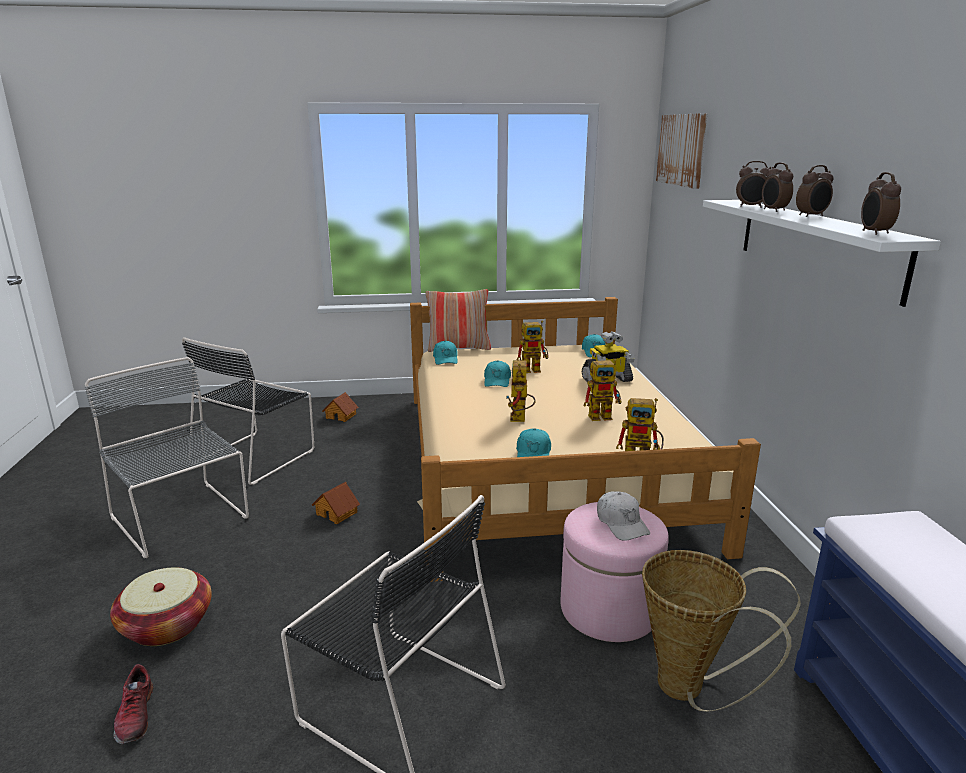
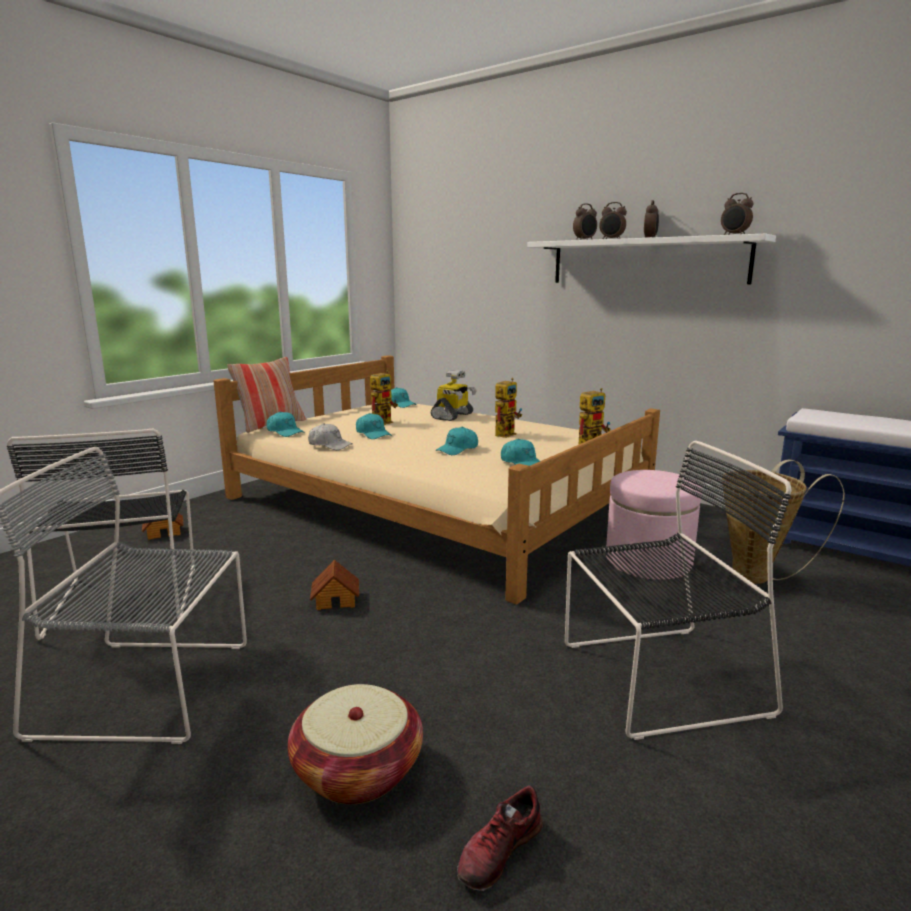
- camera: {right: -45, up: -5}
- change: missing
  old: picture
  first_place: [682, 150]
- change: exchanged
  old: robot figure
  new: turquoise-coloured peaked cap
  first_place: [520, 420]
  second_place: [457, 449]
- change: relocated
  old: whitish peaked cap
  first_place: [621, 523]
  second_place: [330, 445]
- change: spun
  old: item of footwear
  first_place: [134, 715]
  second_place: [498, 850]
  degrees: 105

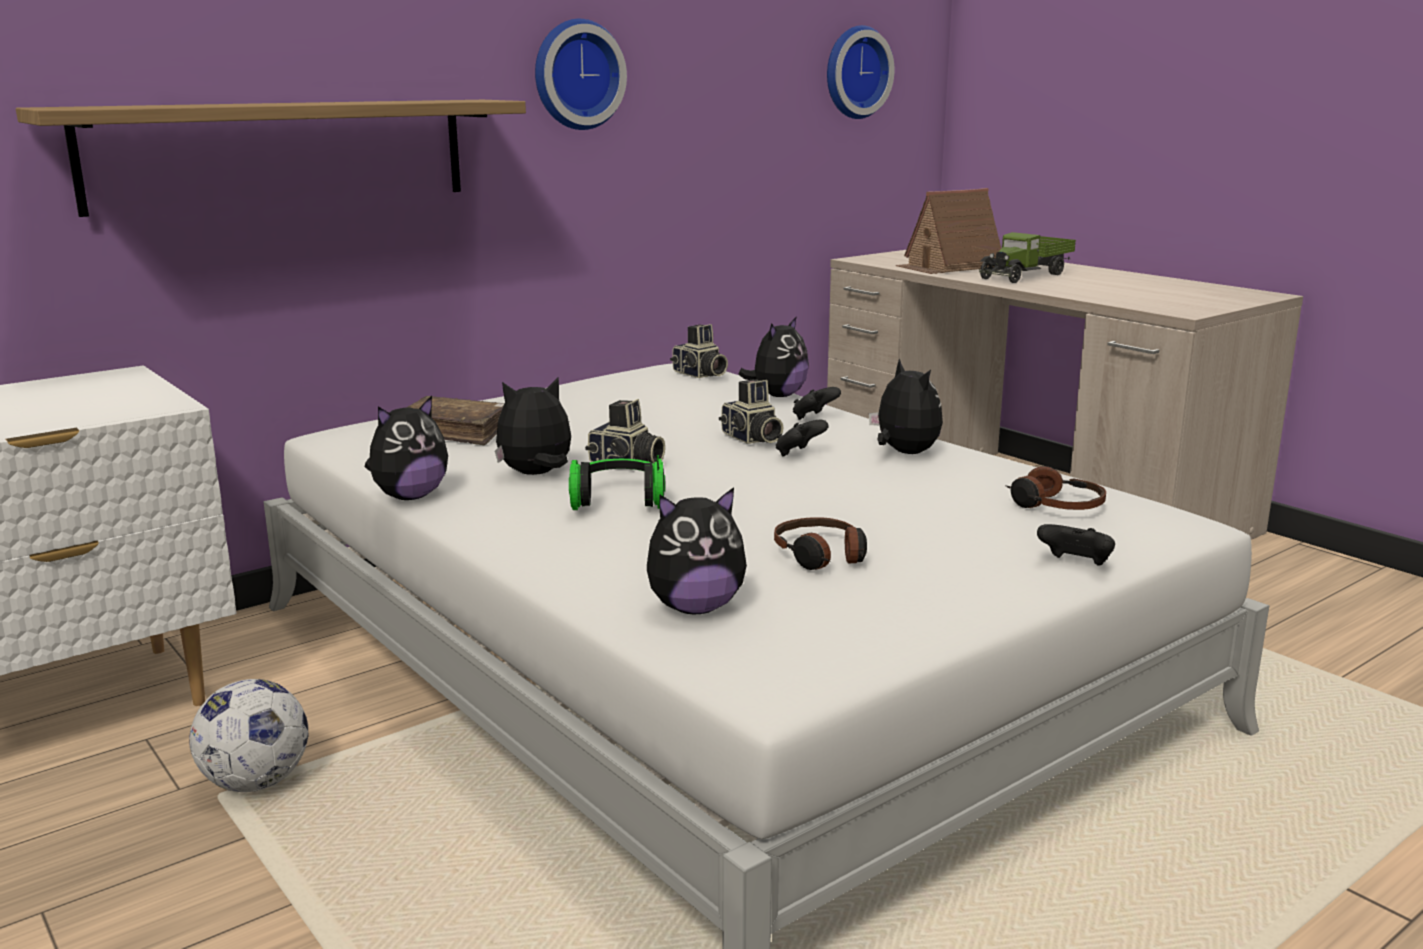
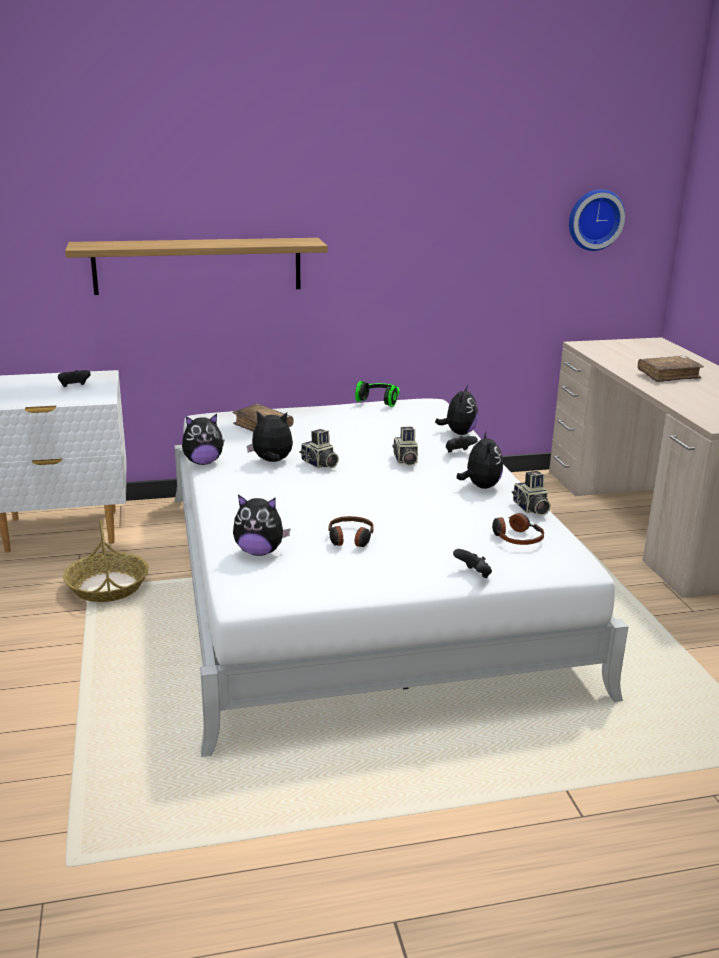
- camera: {right: 25, up: 5}
- change: missing
  old: wall clock
  first_place: [576, 75]
- change: missing
  old: toy house
  first_place: [948, 266]
- change: exchanged
  old: toy truck
  new: brown volume
  first_place: [1026, 275]
  second_place: [668, 375]
- change: spun
  old: soft toy
  first_place: [777, 395]
  second_place: [458, 433]
  degrees: -45
- change: relocated
  old: photo camera
  first_place: [699, 374]
  second_place: [530, 509]
- change: relocated
  old: black game controller
  first_place: [799, 454]
  second_place: [74, 387]
- change: relocated
  old: headset
  first_place: [618, 500]
  second_place: [379, 401]
- change: exchanged
  old: football ball
  new: household basket
  first_place: [255, 783]
  second_place: [107, 586]

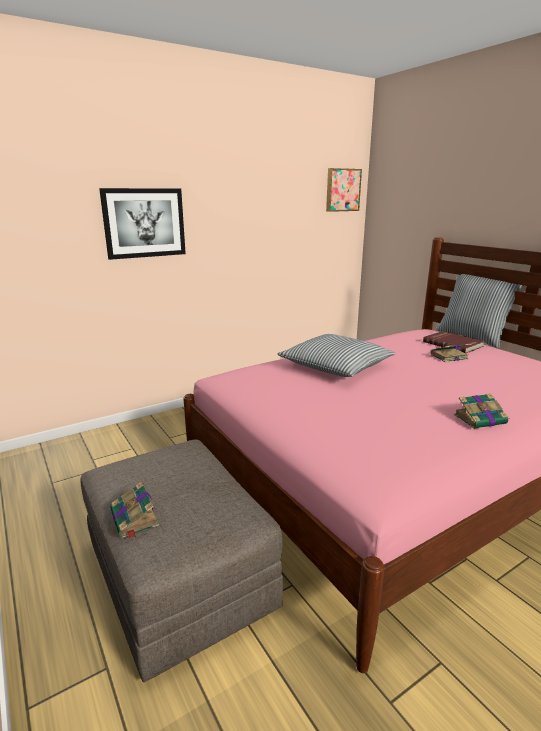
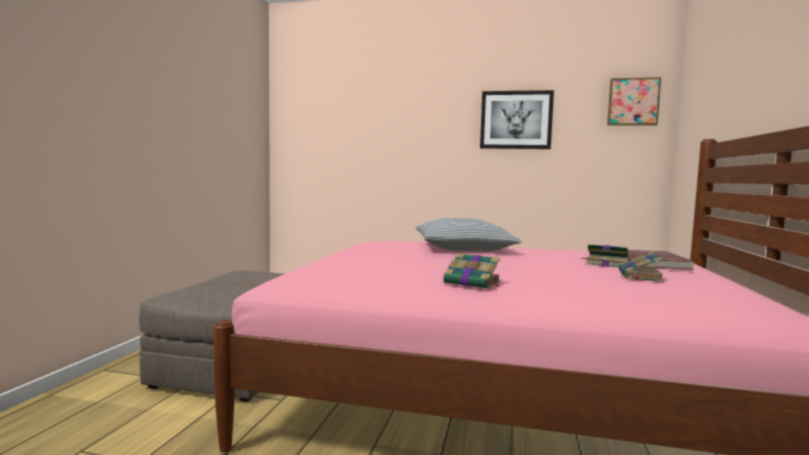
- camera: {right: 45, up: -15}
- change: relocated
  old: picture
  first_place: [144, 223]
  second_place: [516, 120]
- change: missing
  old: cushion
  first_place: [472, 337]
- change: relocated
  old: volume
  first_place: [135, 519]
  second_place: [640, 277]

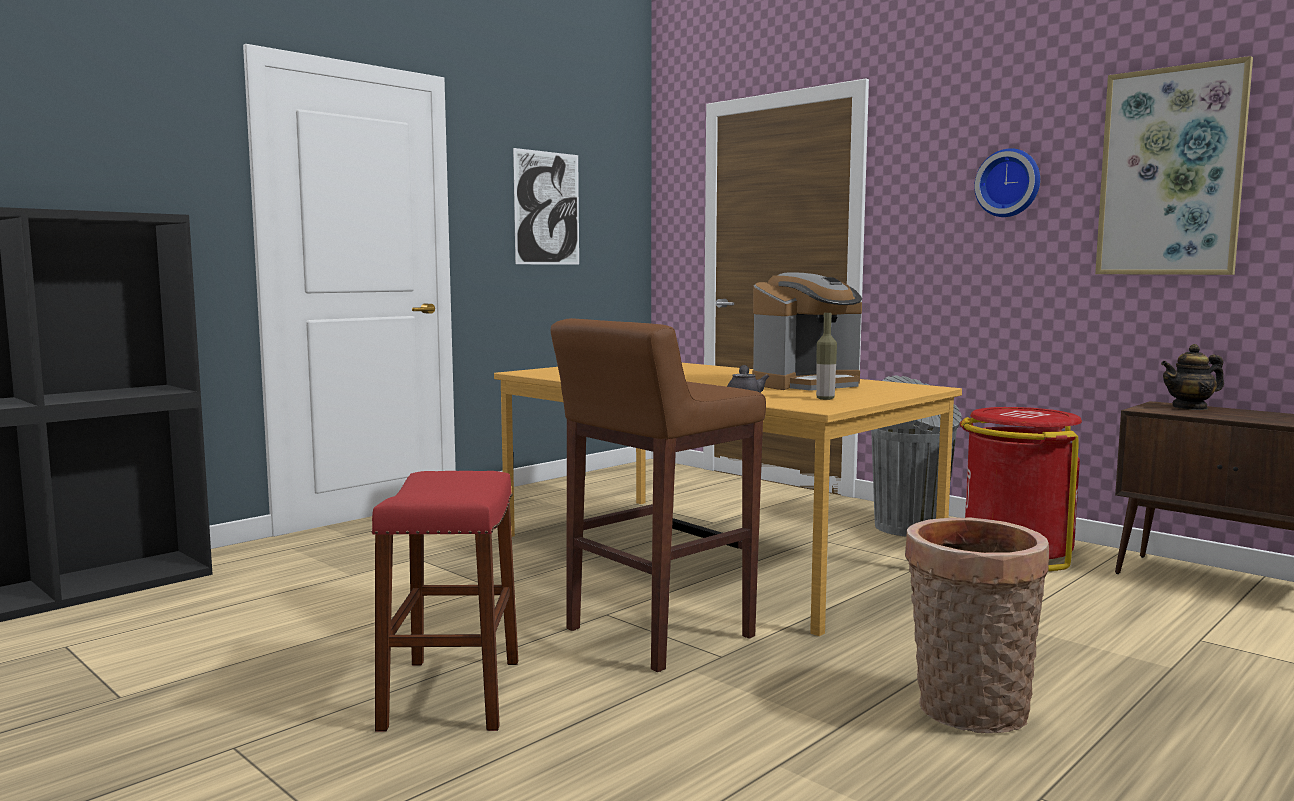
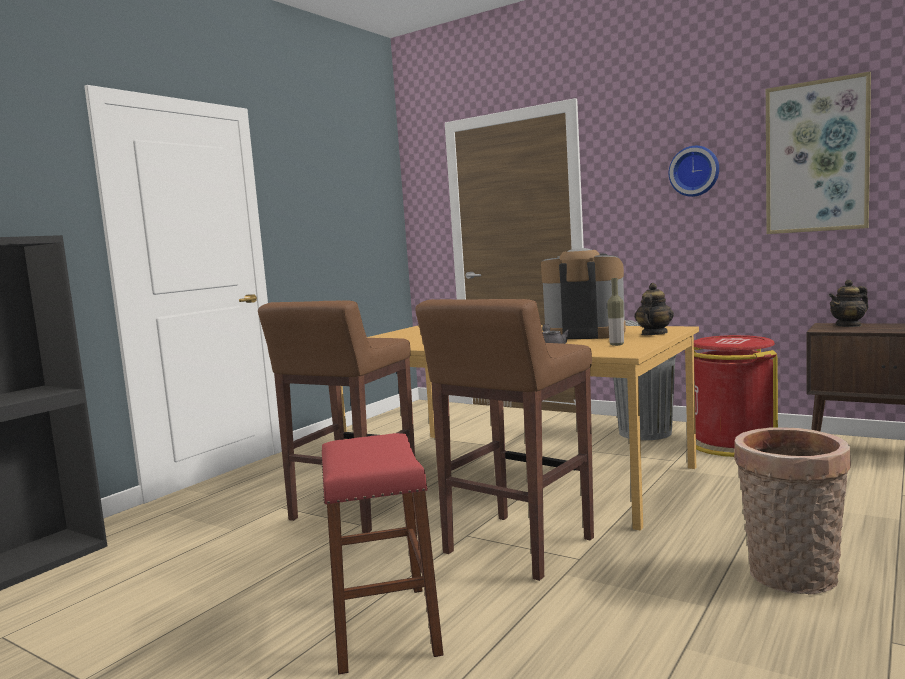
- camera: {right: -10, up: 0}
- change: missing
  old: picture
  first_place: [547, 208]
- change: spun
  old: coffee brewer
  first_place: [807, 384]
  second_place: [584, 334]
  degrees: -120
- change: appeared
  new: tea pot
  second_place: [653, 334]
- change: appeared
  new: brown stool seat
  second_place: [352, 511]

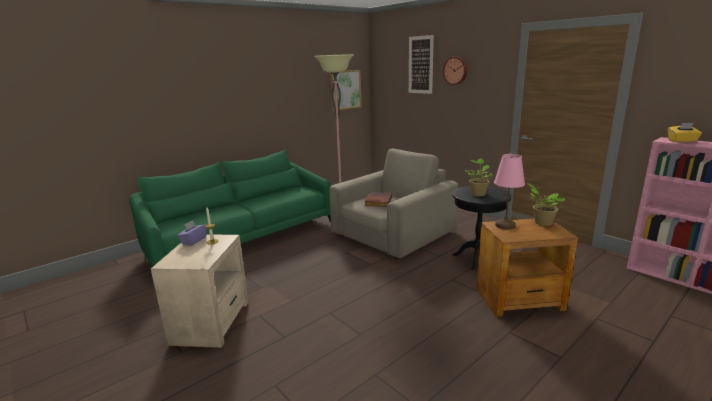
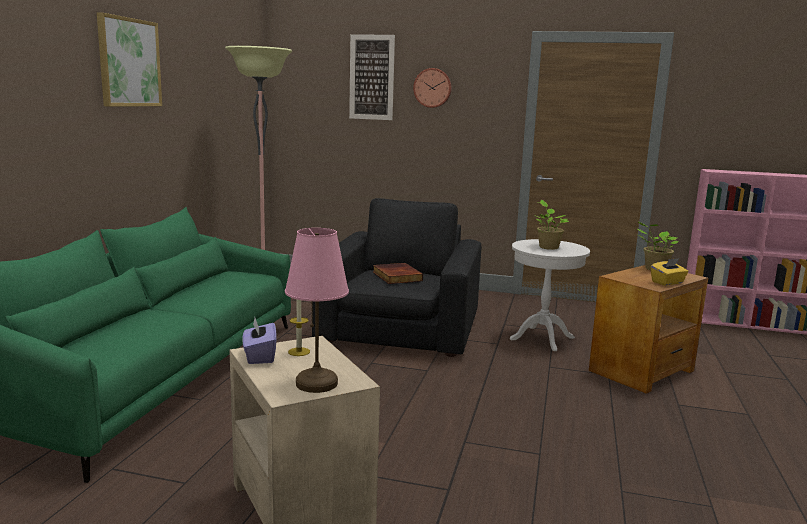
- camera: {right: -35, up: -5}
- change: relocated
  old: picture
  first_place: [345, 90]
  second_place: [129, 62]
- change: relocated
  old: yellow tissue holder
  first_place: [682, 141]
  second_place: [667, 282]
- change: colour
  old: beige-coloured armchair
  new: black armchair
  first_place: [393, 233]
  second_place: [401, 328]
- change: relocated
  old: pink-coloured tabletop lamp
  first_place: [505, 225]
  second_place: [317, 383]
- change: colour
  old: black side table
  new: whitish side table
  first_place: [477, 258]
  second_place: [542, 338]

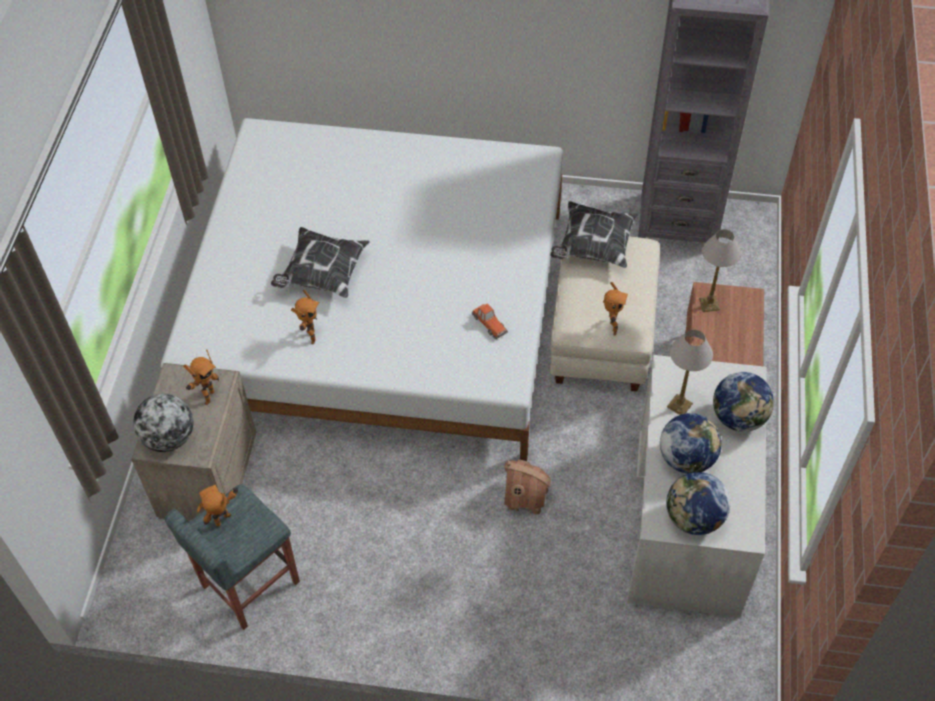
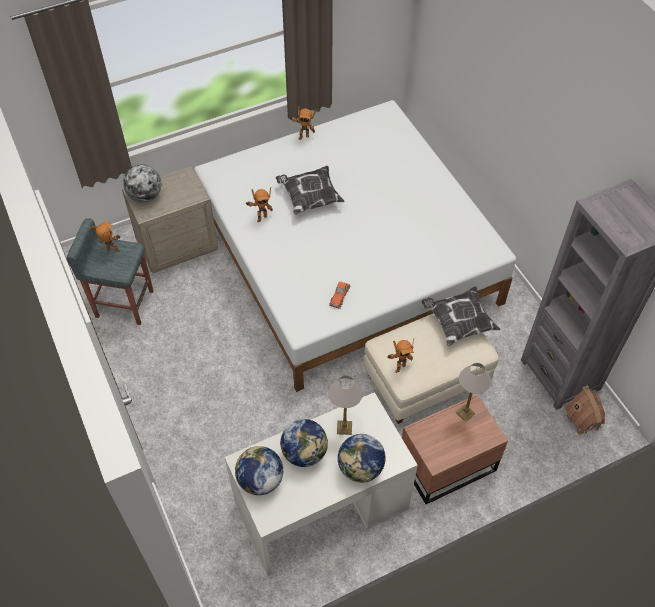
- camera: {right: 55, up: 0}
- change: relocated
  old: robot figure
  first_place: [207, 397]
  second_place: [303, 136]
- change: relocated
  old: toy house
  first_place: [526, 497]
  second_place: [583, 420]

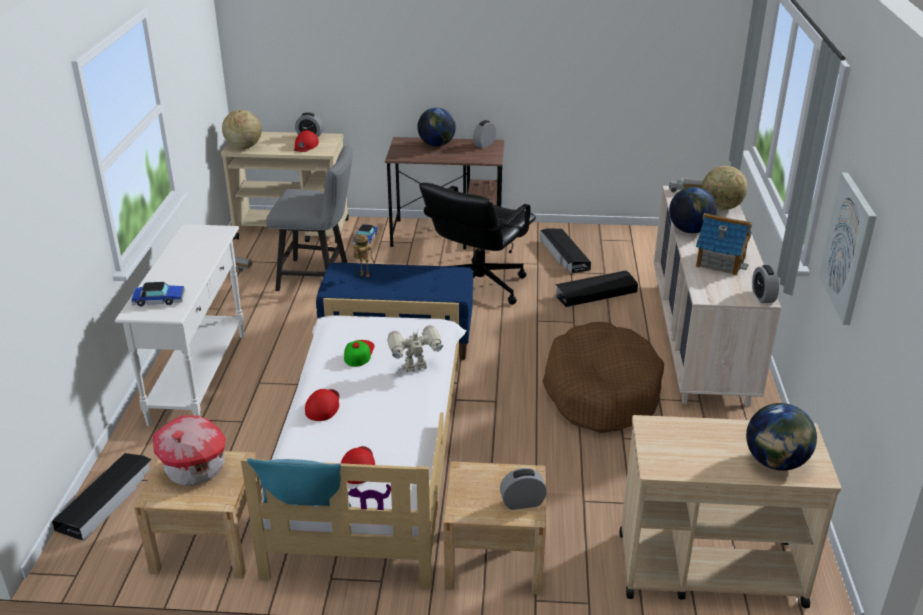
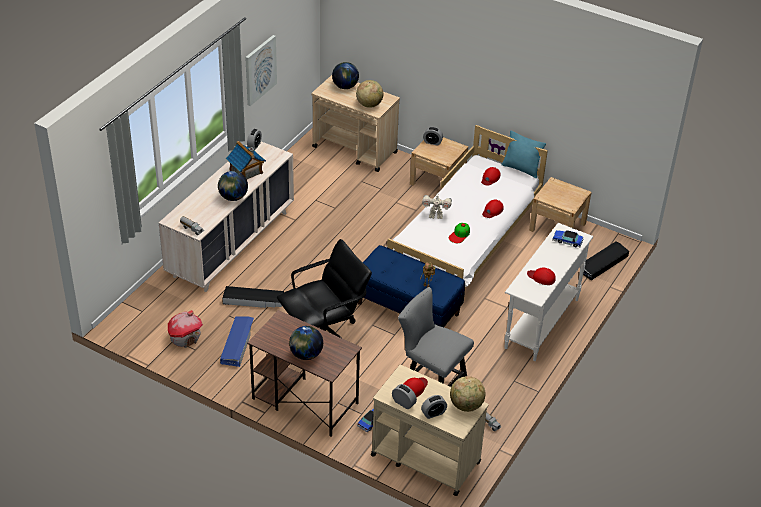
- camera: {right: -155, up: 10}
- change: relocated
  old: table clock
  first_place: [484, 144]
  second_place: [433, 413]
- change: relocated
  old: desk globe
  first_place: [721, 208]
  second_place: [369, 104]
- change: colour
  old: black storage container
  new: bluish storage container
  first_place: [564, 255]
  second_place: [237, 343]
- change: missing
  old: brown dog bed
  first_place: [601, 392]
- change: relocated
  old: toy house
  first_place: [195, 470]
  second_place: [185, 338]
- change: appeared
  new: reddish peaked cap
  second_place: [541, 277]

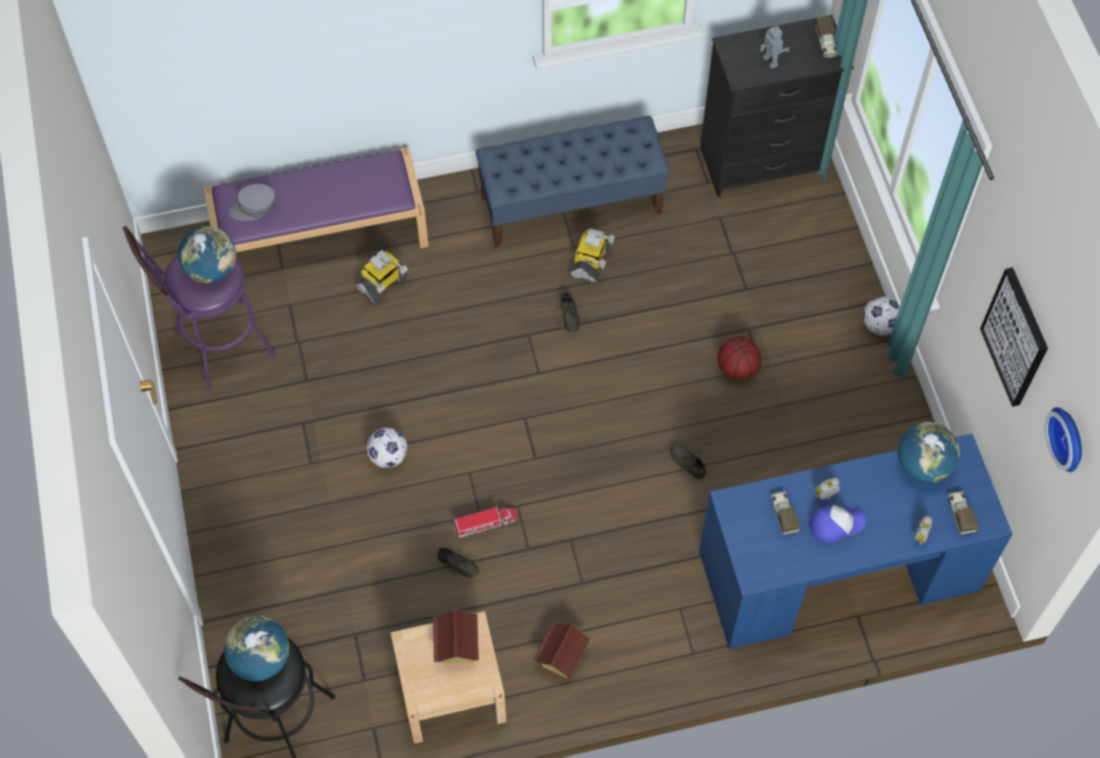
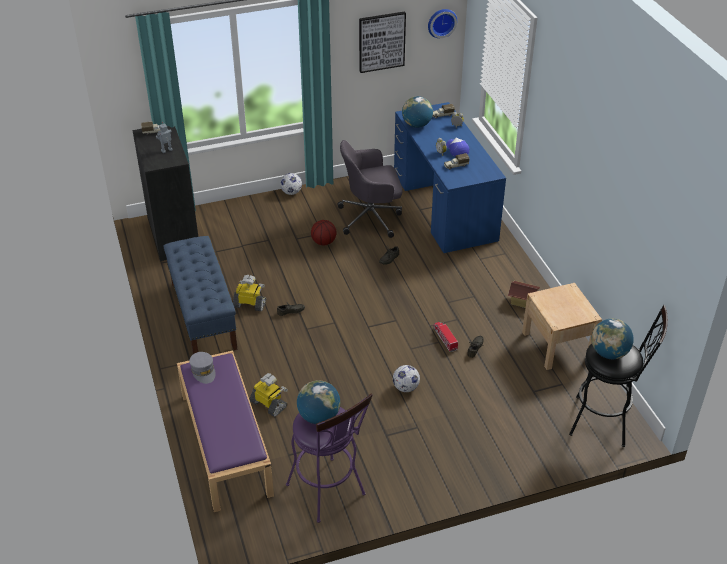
- camera: {right: -95, up: -20}
- change: relocated
  old: gray peaked cap
  first_place: [253, 207]
  second_place: [203, 371]
- change: missing
  old: toy house
  first_place: [456, 646]
- change: appeared
  new: gray desk chair
  second_place: [371, 217]

